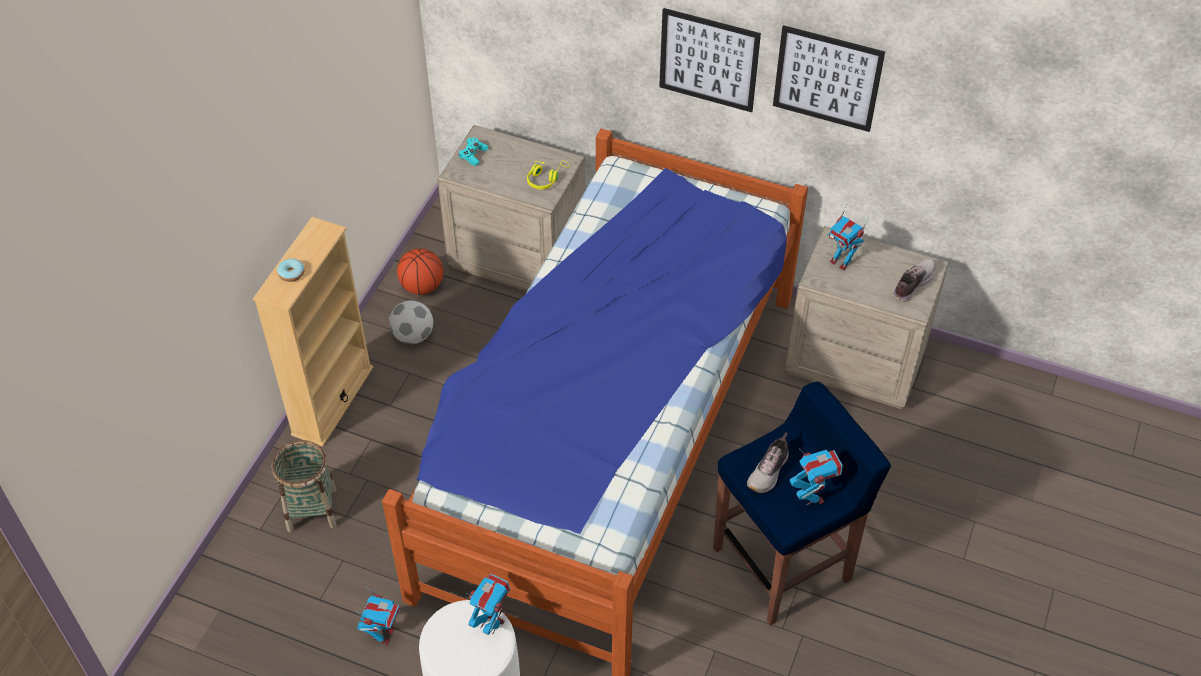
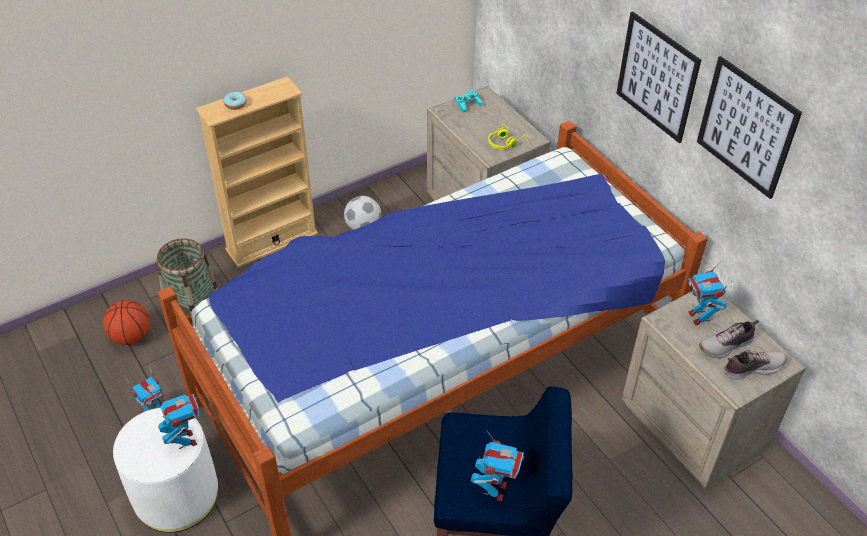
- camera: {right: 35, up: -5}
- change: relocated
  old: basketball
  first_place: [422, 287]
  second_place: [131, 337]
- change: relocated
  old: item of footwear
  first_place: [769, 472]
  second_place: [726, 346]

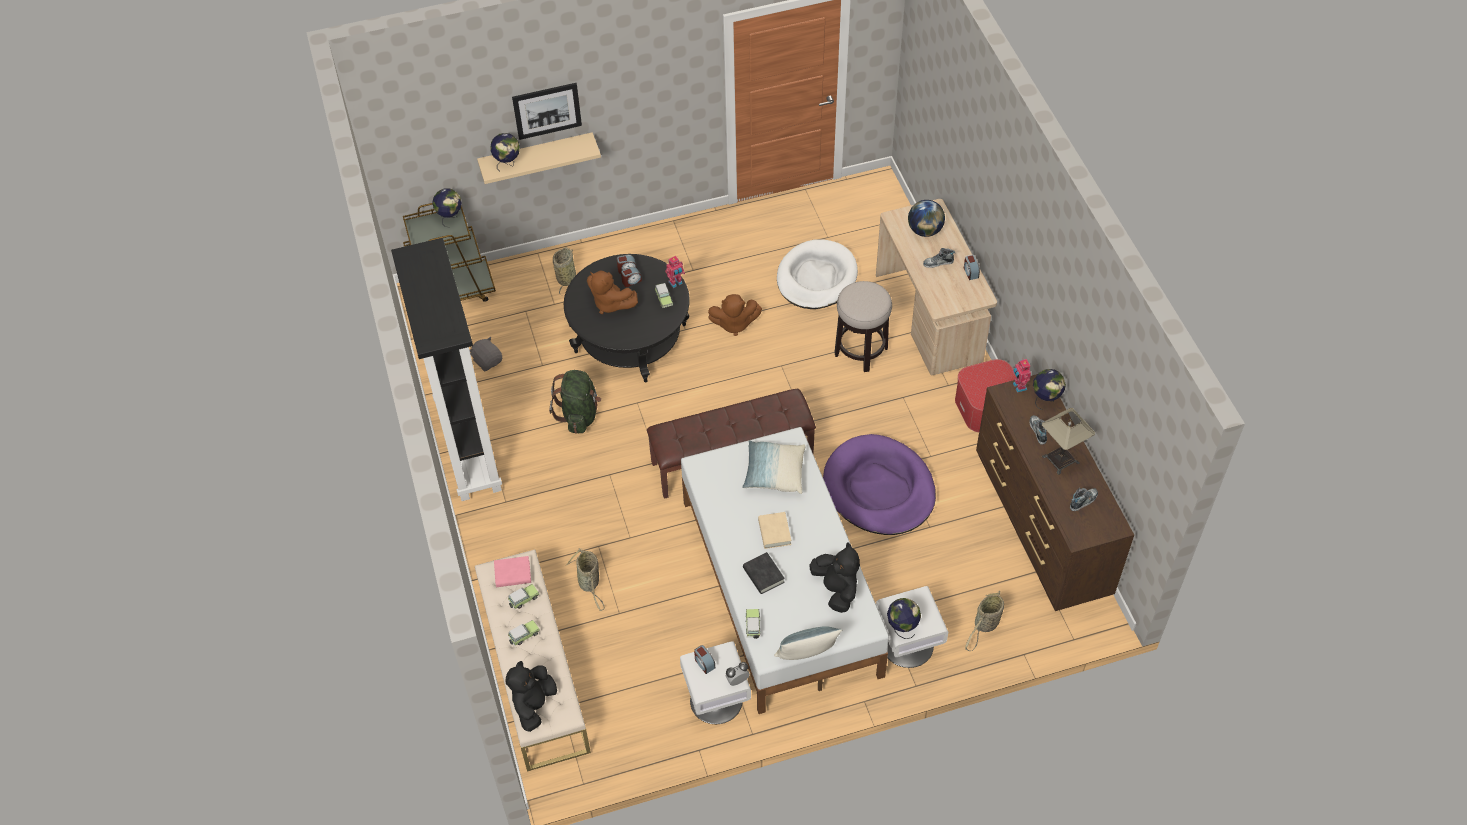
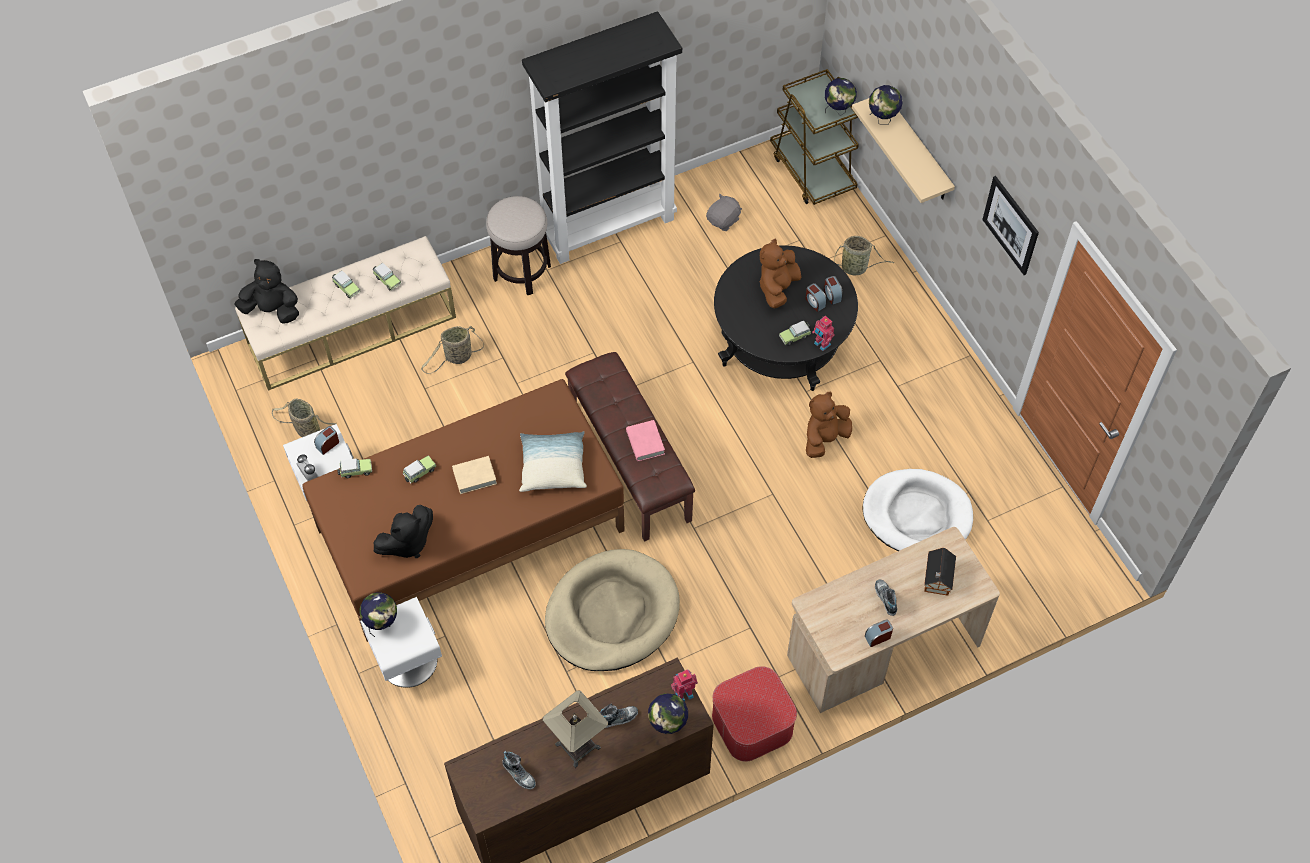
- camera: {right: 80, up: 5}
- change: relocated
  old: picture
  first_place: [547, 110]
  second_place: [1010, 225]
- change: exchanged
  old: desk globe
  new: toy house
  first_place: [925, 231]
  second_place: [937, 579]
- change: relocated
  old: stool seat
  first_place: [861, 351]
  second_place: [522, 272]
- change: spun
  old: brown soft toy
  first_place: [734, 324]
  second_place: [824, 438]
  degrees: 60
- change: missing
  old: greenish backpack
  first_place: [579, 414]
- change: colour
  old: whitish sleeping bed
  new: brown sleeping bed
  first_place: [779, 588]
  second_place: [469, 528]
- change: colour
  old: purplish dog bed
  new: beige-coloured dog bed
  first_place: [879, 489]
  second_place: [612, 614]
- change: exchanged
  old: black volume
  new: toy car
  first_place: [763, 575]
  second_place: [419, 473]
- change: relocated
  old: pink-coloured volume
  first_place: [513, 574]
  second_place: [645, 443]
- change: relocated
  old: household basket
  first_place: [985, 625]
  second_place: [306, 429]
- change: missing
  old: cushion
  first_place: [807, 655]

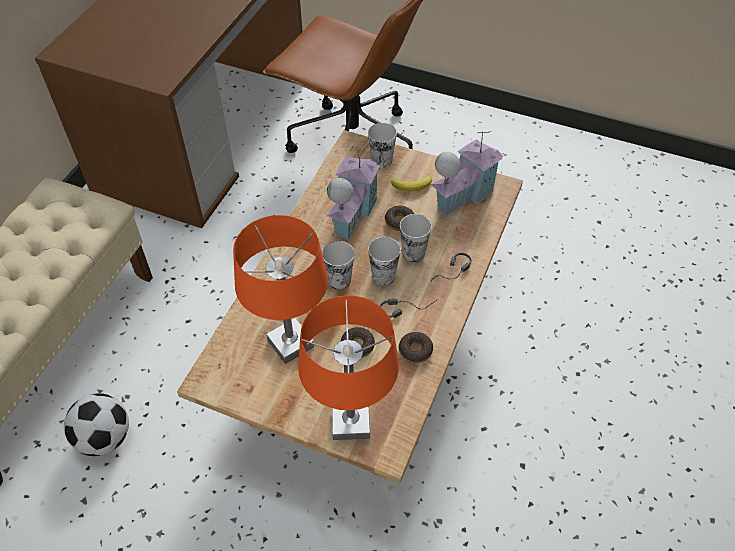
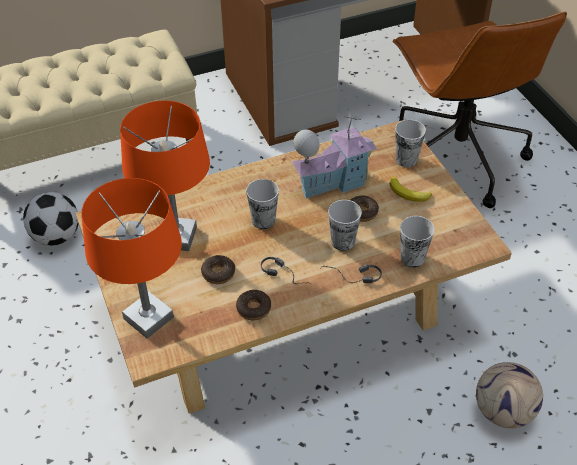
- camera: {right: 45, up: -5}
- change: missing
  old: toy house
  first_place: [462, 195]
- change: relocated
  old: cup
  first_place: [383, 276]
  second_place: [412, 258]
- change: appeared
  new: football ball
  second_place: [504, 412]

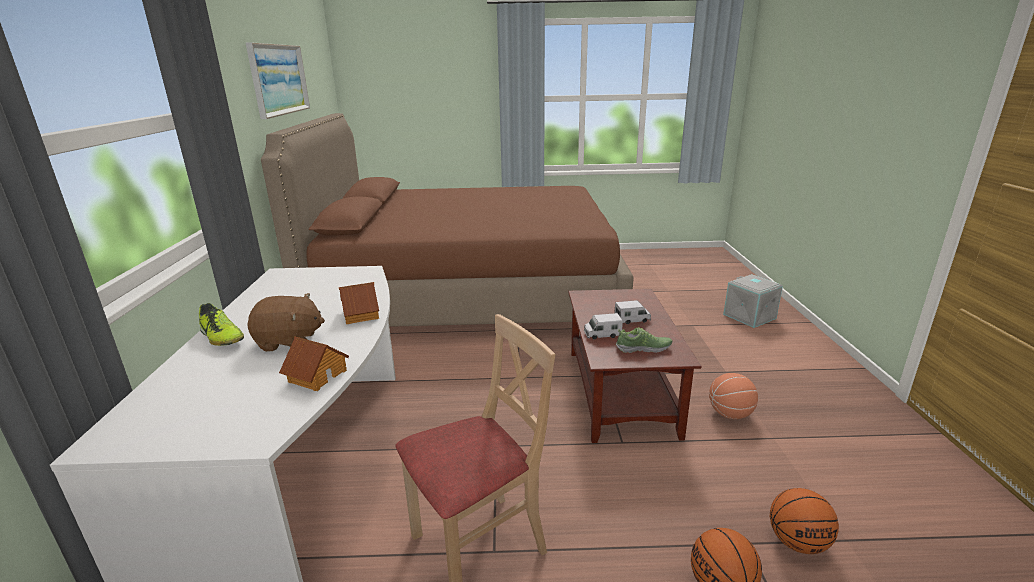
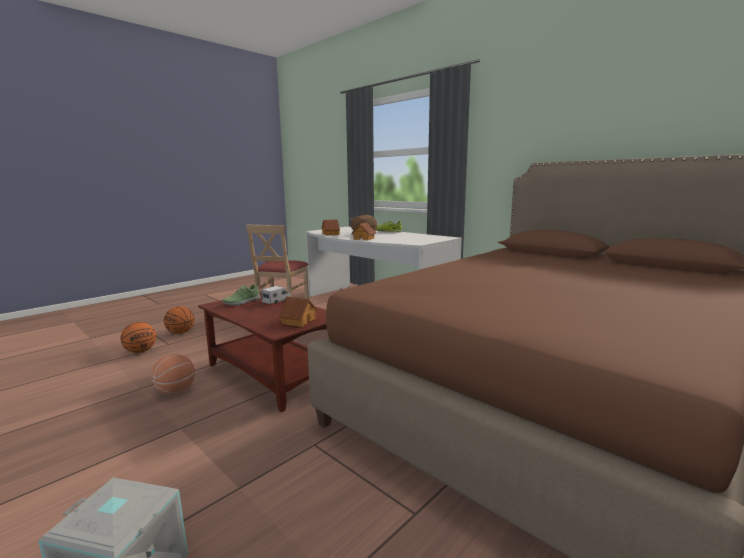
- camera: {right: 135, up: -10}
- change: missing
  old: picture
  first_place: [279, 79]
- change: missing
  old: toy truck
  first_place: [632, 320]
- change: appeared
  new: toy house
  second_place: [298, 321]

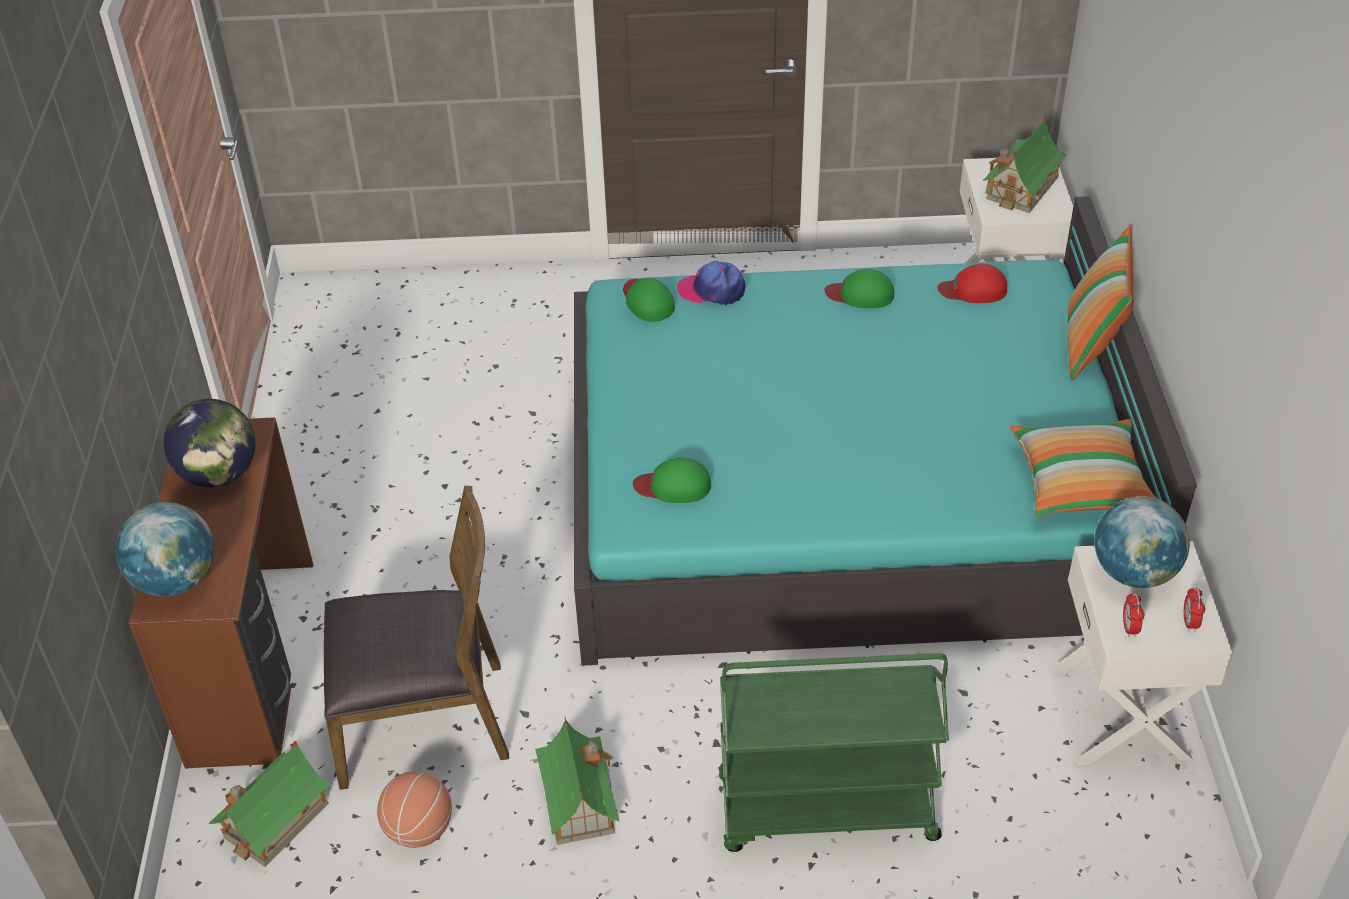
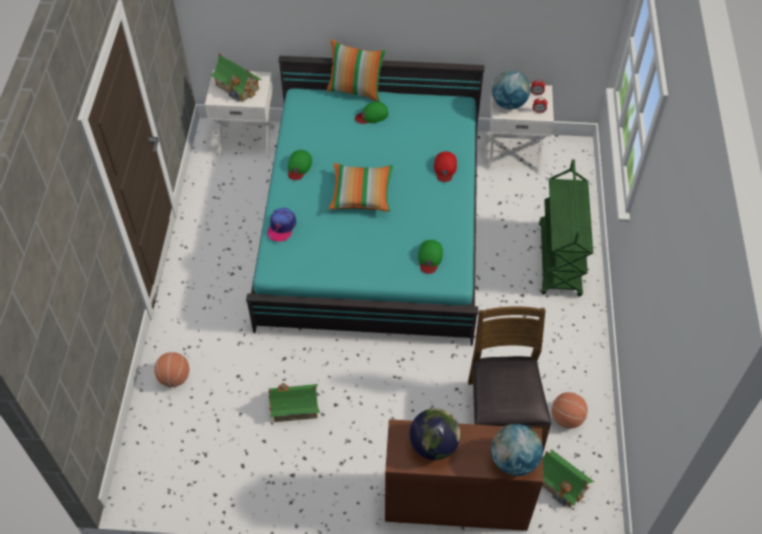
- camera: {right: -85, up: 10}
- change: relocated
  old: reddish peaked cap
  first_place: [973, 290]
  second_place: [445, 168]
- change: relocated
  old: greenish peaked cap
  first_place: [647, 301]
  second_place: [372, 115]
- change: relocated
  old: cushion
  first_place: [1082, 483]
  second_place: [361, 194]
- change: relocated
  old: toy house
  first_place: [578, 800]
  second_place: [294, 407]
- change: appeared
  new: basketball
  second_place: [174, 377]

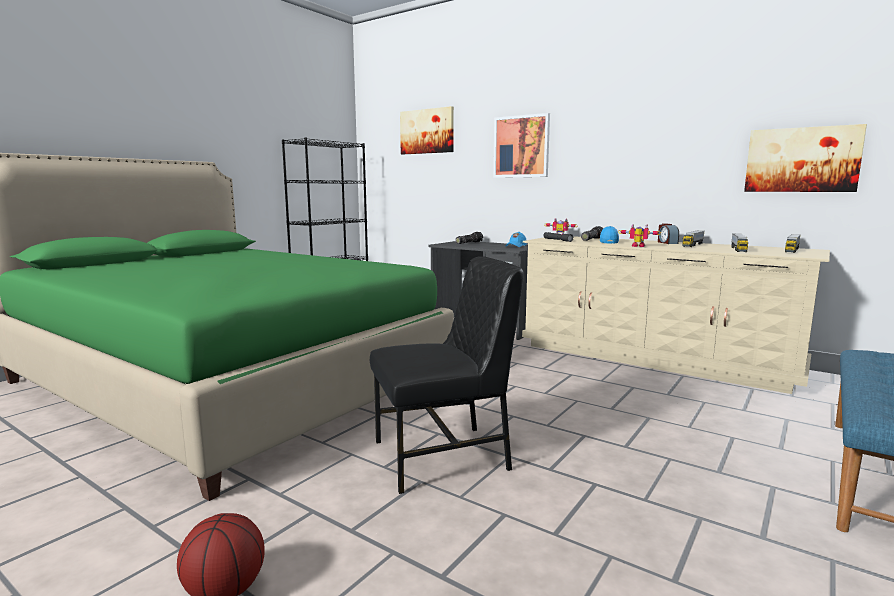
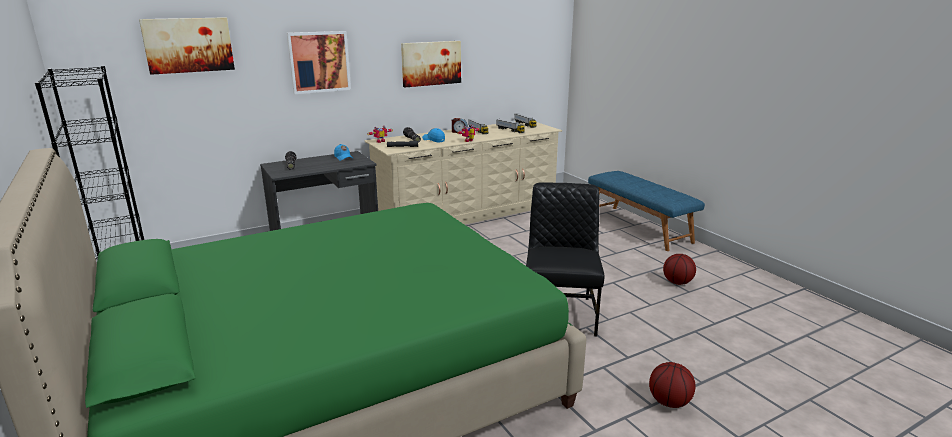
- camera: {right: -65, up: 10}
- change: relocated
  old: picture
  first_place: [802, 160]
  second_place: [431, 63]
- change: appeared
  new: basketball
  second_place: [677, 282]

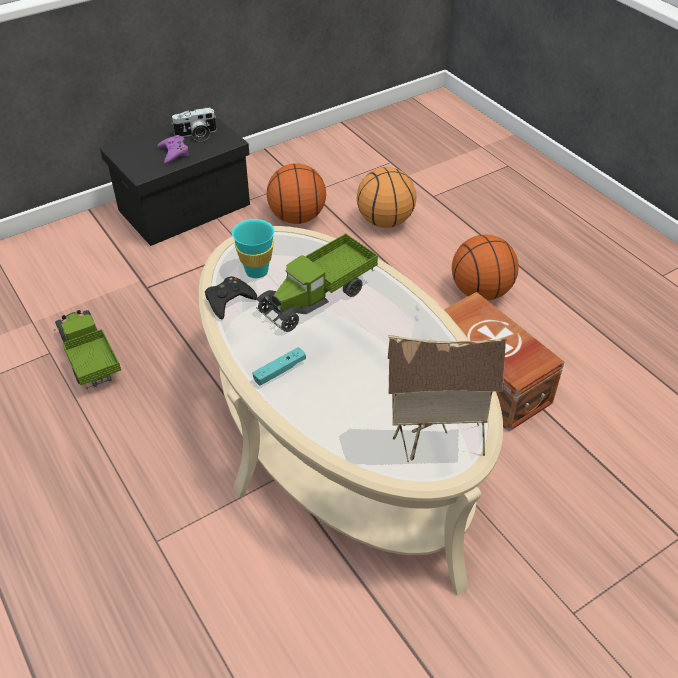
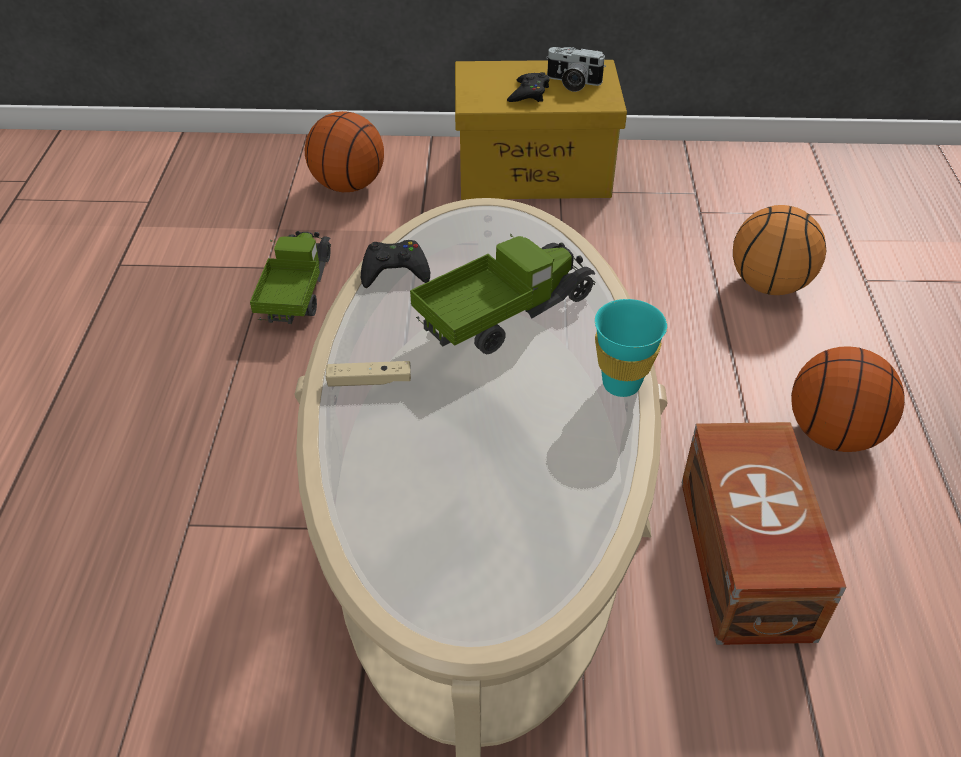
- camera: {right: 35, up: 0}
- change: colour
  old: black storage container
  new: yellow storage container
  first_place: [185, 206]
  second_place: [535, 171]
- change: colour
  old: purplish game controller
  new: black game controller
  first_place: [174, 153]
  second_place: [529, 93]
- change: relocated
  old: basketball
  first_place: [297, 218]
  second_place: [348, 185]
- change: relocated
  old: turquoise-coloured cup
  first_place: [256, 271]
  second_place: [621, 384]
- change: spun
  old: toy truck
  first_place: [318, 297]
  second_place: [504, 314]
  degrees: 150
- change: missing
  old: toy house
  first_place: [435, 445]
- change: colour
  old: turquoise-coloured game controller
  new: beige-coloured game controller
  first_place: [279, 371]
  second_place: [369, 381]

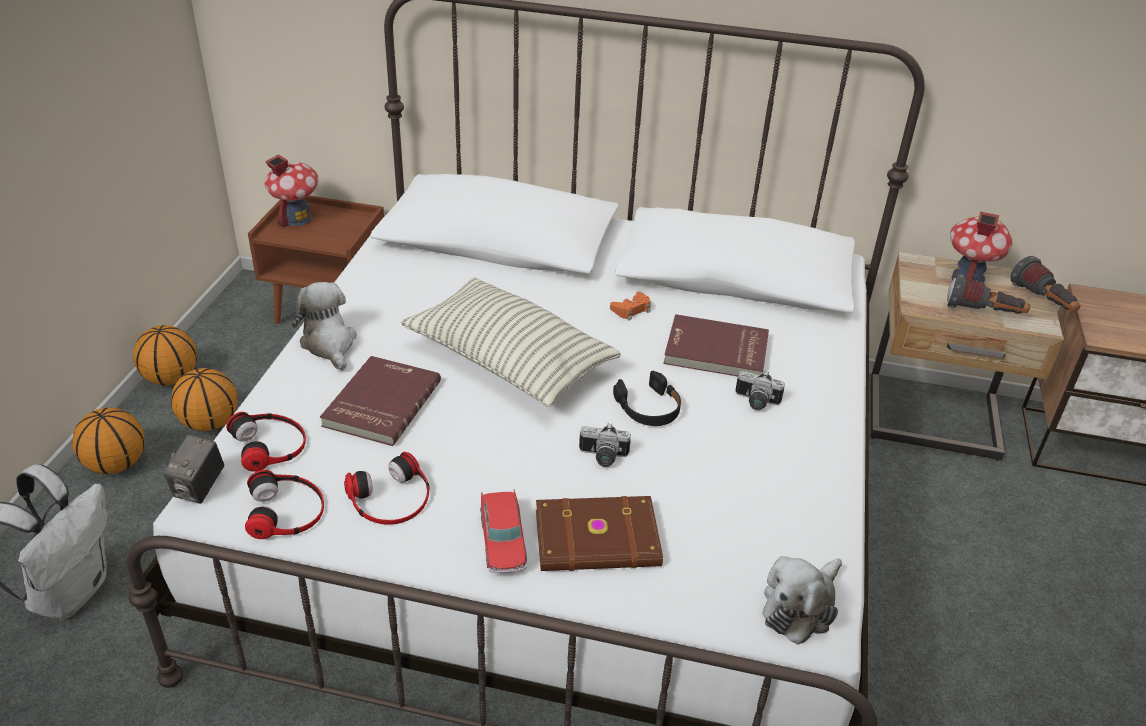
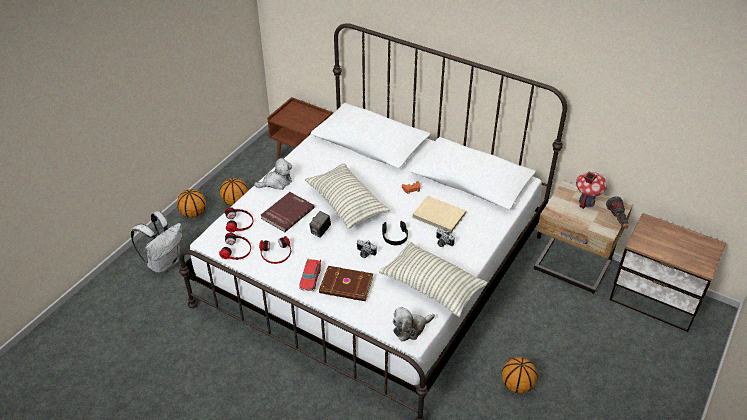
- camera: {right: 20, up: 5}
- change: missing
  old: toy house
  first_place: [297, 219]
- change: missing
  old: torch
  first_place: [983, 313]
- change: spun
  old: soft toy
  first_place: [329, 344]
  second_place: [276, 182]
  degrees: 75
- change: colour
  old: reddish volume
  new: beige-coloured volume
  first_place: [716, 351]
  second_place: [438, 216]
- change: relocated
  old: basketball
  first_place: [172, 378]
  second_place: [517, 385]
- change: relocated
  old: photo camera
  first_place: [199, 488]
  second_place: [320, 231]
- change: appeared
  new: cushion
  second_place: [432, 287]

